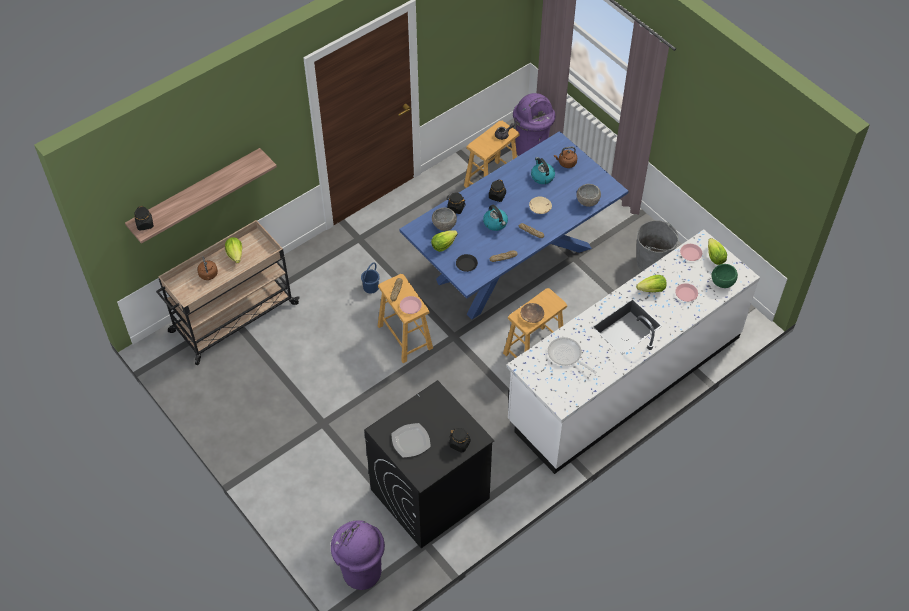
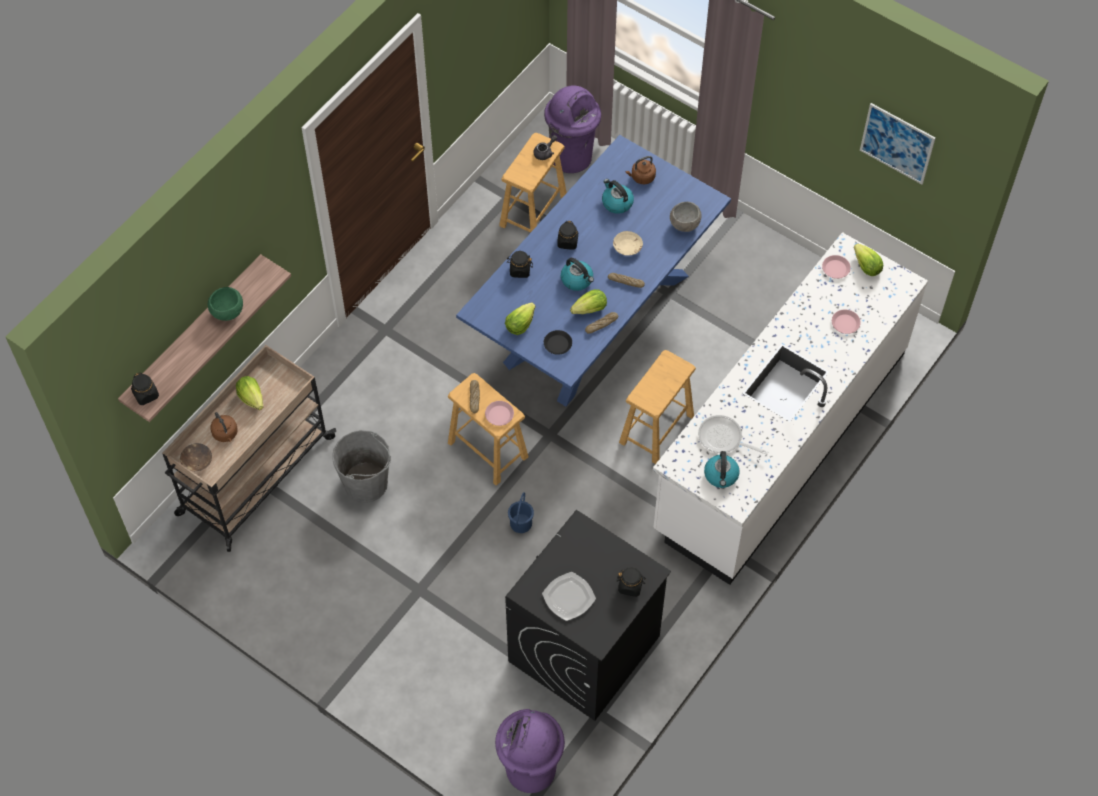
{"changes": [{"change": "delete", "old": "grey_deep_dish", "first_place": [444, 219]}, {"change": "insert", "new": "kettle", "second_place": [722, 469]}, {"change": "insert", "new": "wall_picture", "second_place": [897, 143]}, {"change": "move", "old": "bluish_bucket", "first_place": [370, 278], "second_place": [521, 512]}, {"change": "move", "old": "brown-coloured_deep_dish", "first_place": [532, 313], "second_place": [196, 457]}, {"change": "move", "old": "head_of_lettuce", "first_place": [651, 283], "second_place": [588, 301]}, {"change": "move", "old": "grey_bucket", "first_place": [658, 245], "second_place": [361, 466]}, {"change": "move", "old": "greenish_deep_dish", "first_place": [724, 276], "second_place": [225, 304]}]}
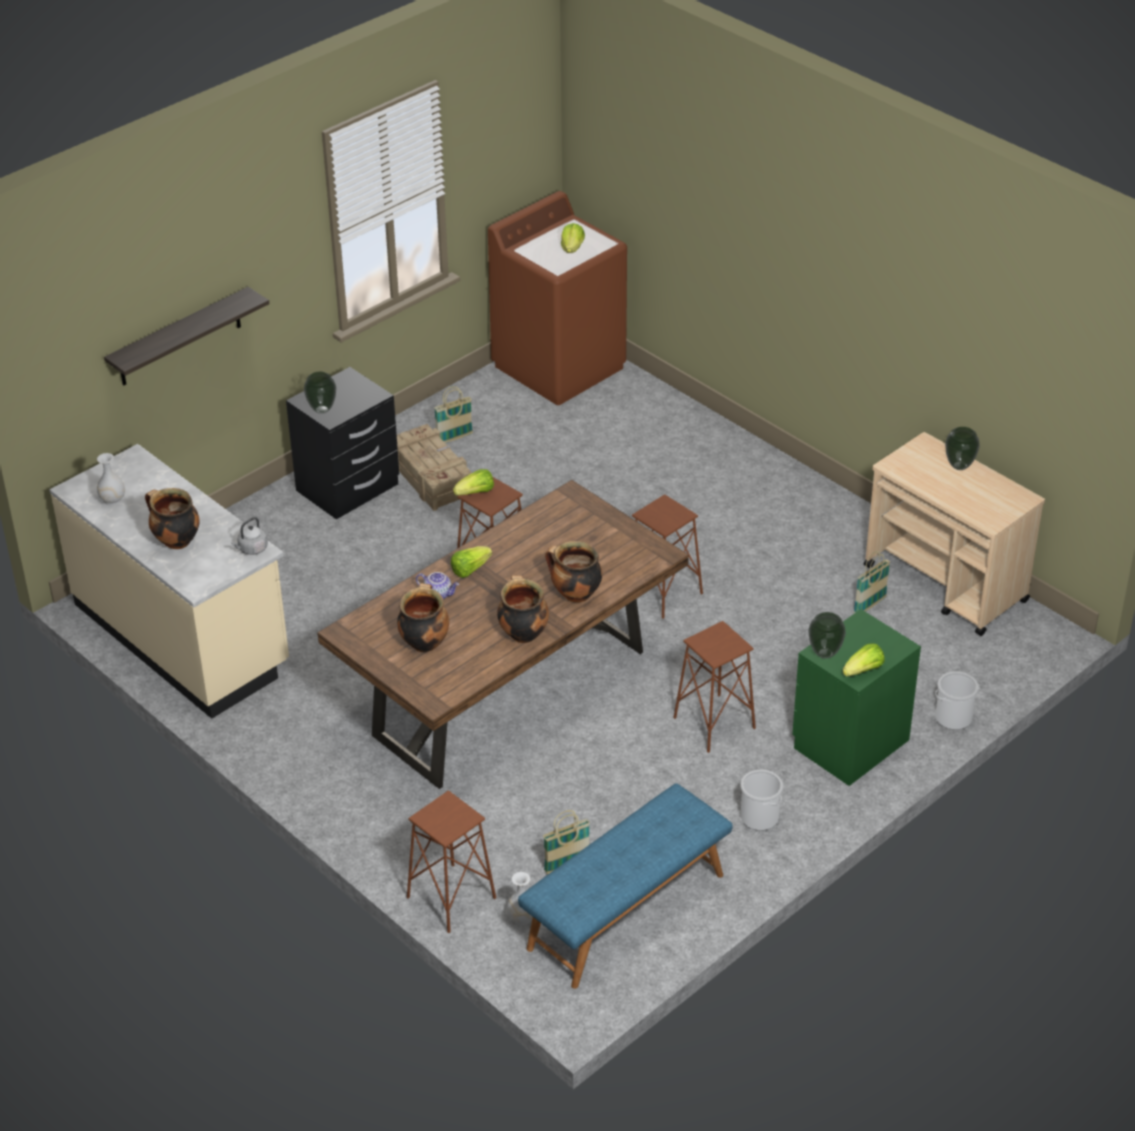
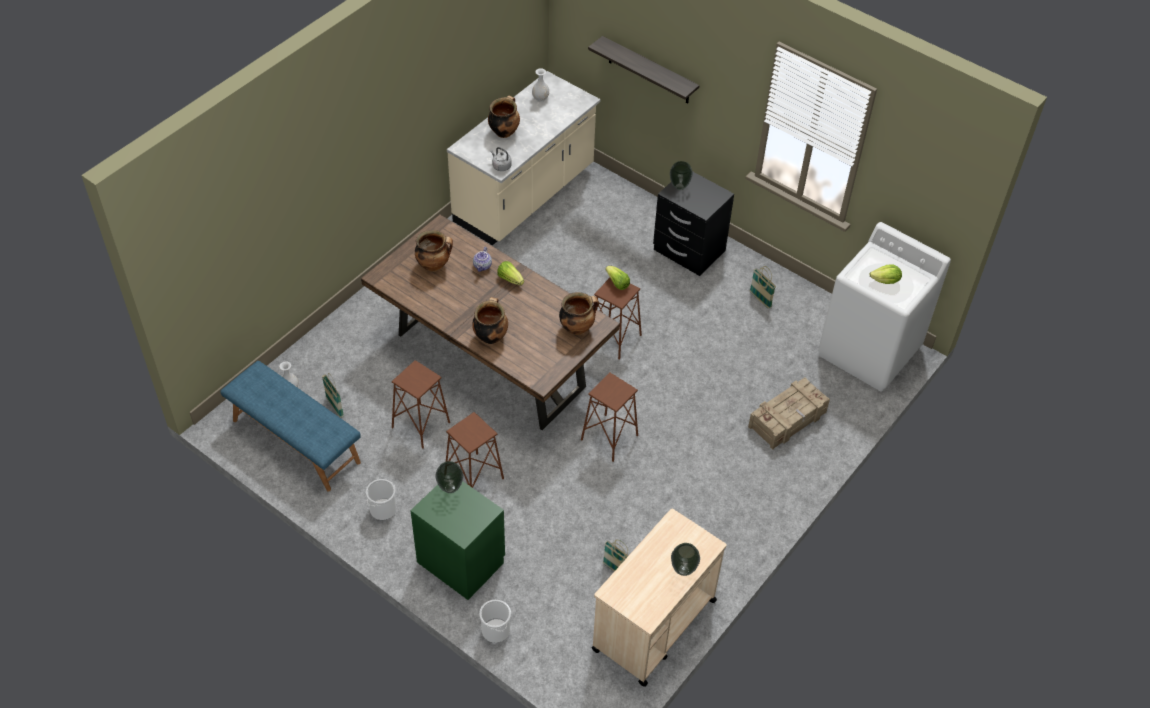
{"changes": [{"change": "delete", "old": "head_of_lettuce", "first_place": [864, 660]}, {"change": "move", "old": "shipping_crate", "first_place": [434, 467], "second_place": [789, 413]}, {"change": "move", "old": "brown-coloured_stool_seat", "first_place": [451, 861], "second_place": [421, 404]}, {"change": "move", "old": "stockpot", "first_place": [523, 609], "second_place": [579, 313]}, {"change": "recolor", "old": "brown-coloured_washing_machine", "new": "whitish_washing_machine", "first_place": [557, 298], "second_place": [884, 306]}]}
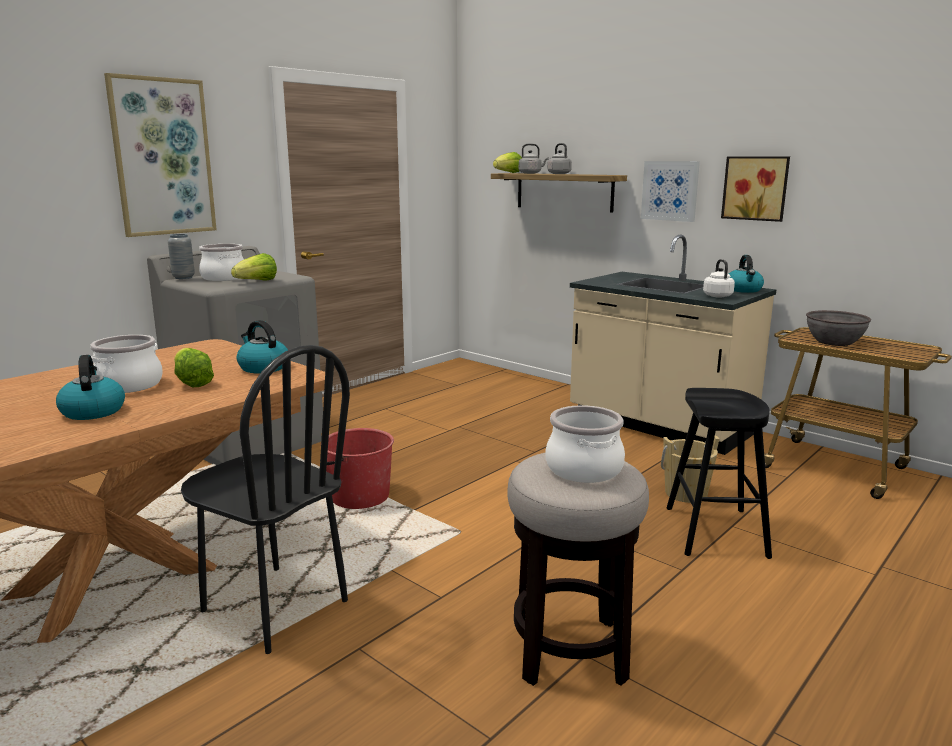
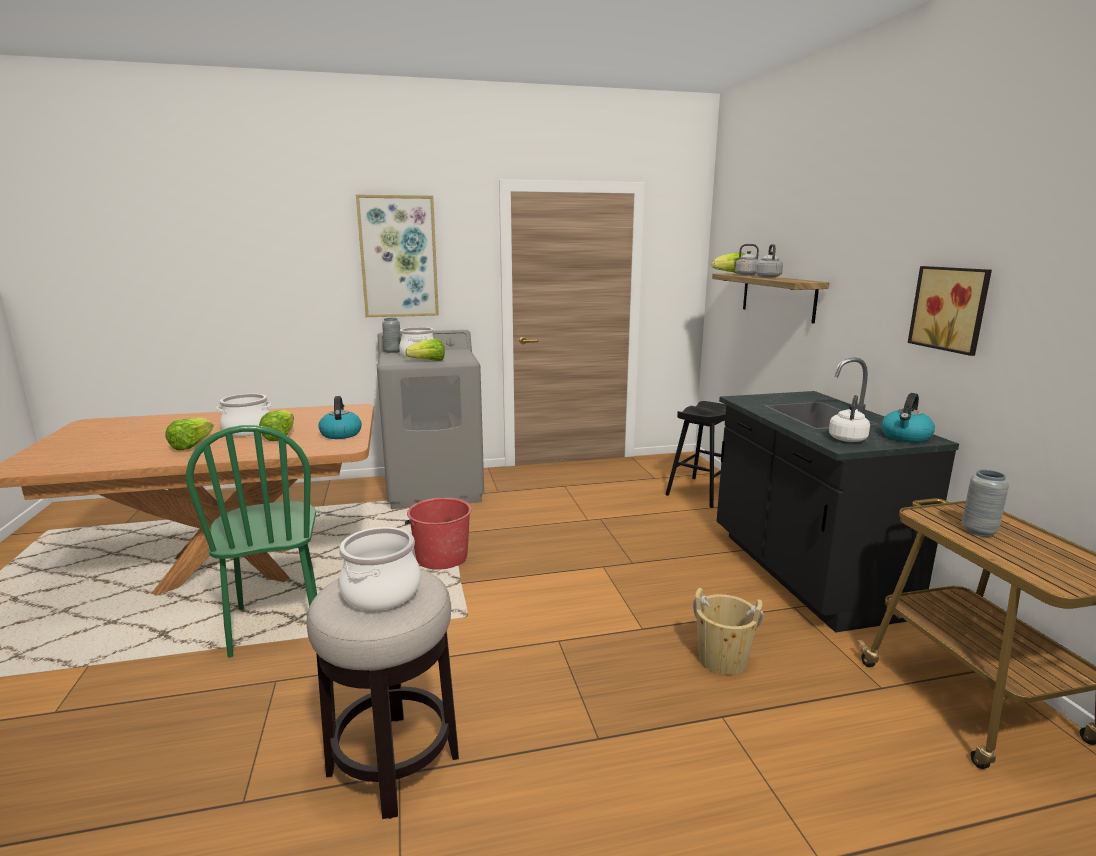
{"changes": [{"change": "delete", "old": "wall_picture", "first_place": [670, 191]}, {"change": "move", "old": "blackish_stool_seat", "first_place": [719, 473], "second_place": [696, 454]}, {"change": "replace", "old": "kettle", "new": "head_of_lettuce", "first_place": [90, 387], "second_place": [190, 434]}, {"change": "replace", "old": "grey_deep_dish", "new": "grey_flower_vase", "first_place": [838, 328], "second_place": [985, 503]}, {"change": "recolor", "old": "blackish_chair", "new": "greenish_chair", "first_place": [265, 499], "second_place": [251, 541]}, {"change": "recolor", "old": "beige-coloured_kitchen_base_unit", "new": "blackish_kitchen_base_unit", "first_place": [673, 344], "second_place": [838, 495]}]}
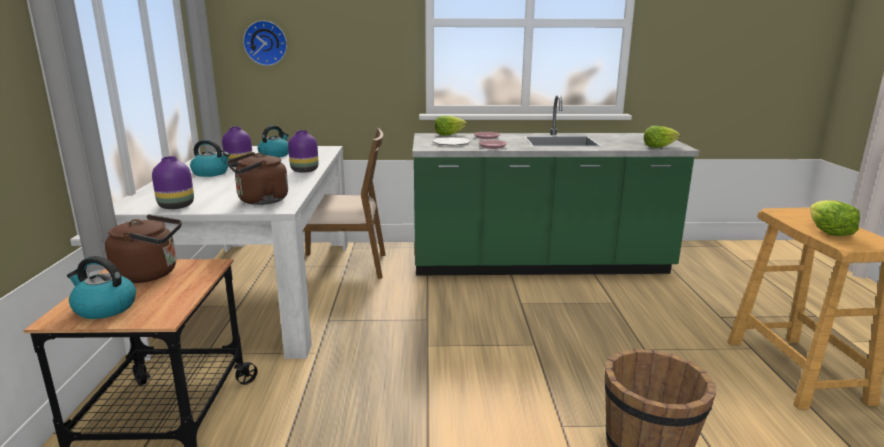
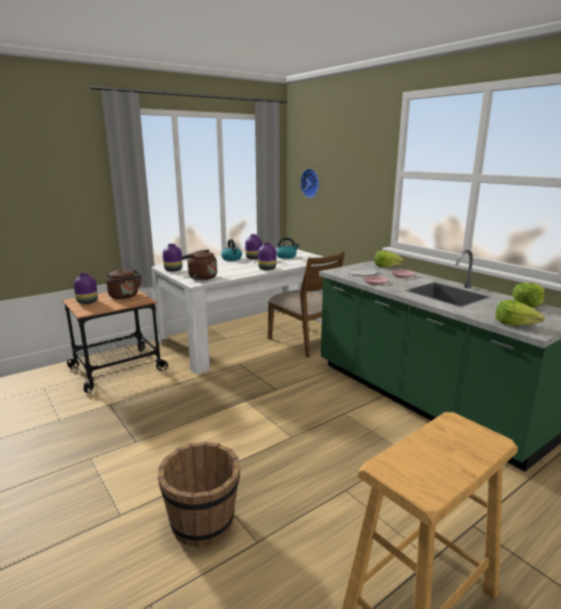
{"changes": [{"change": "move", "old": "head_of_lettuce", "first_place": [835, 218], "second_place": [528, 295]}, {"change": "replace", "old": "kettle", "new": "purplish_flower_vase", "first_place": [101, 287], "second_place": [86, 288]}]}
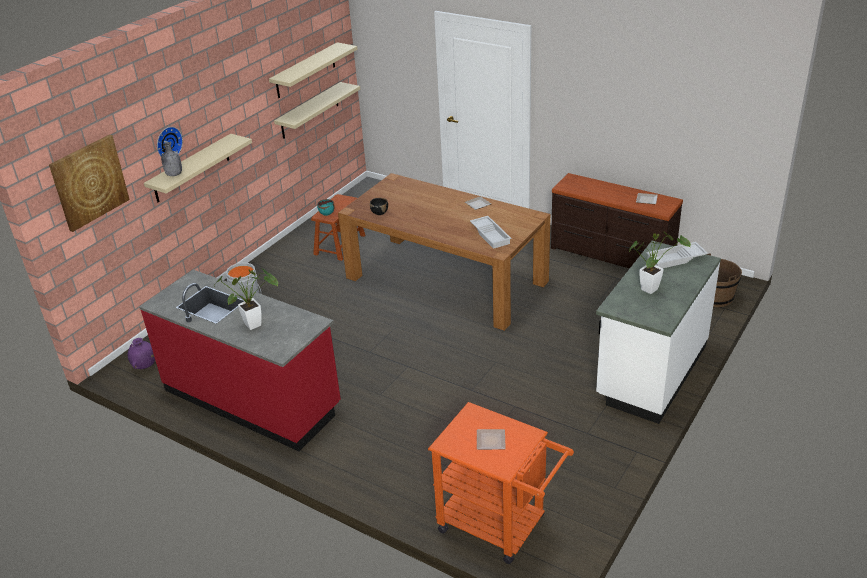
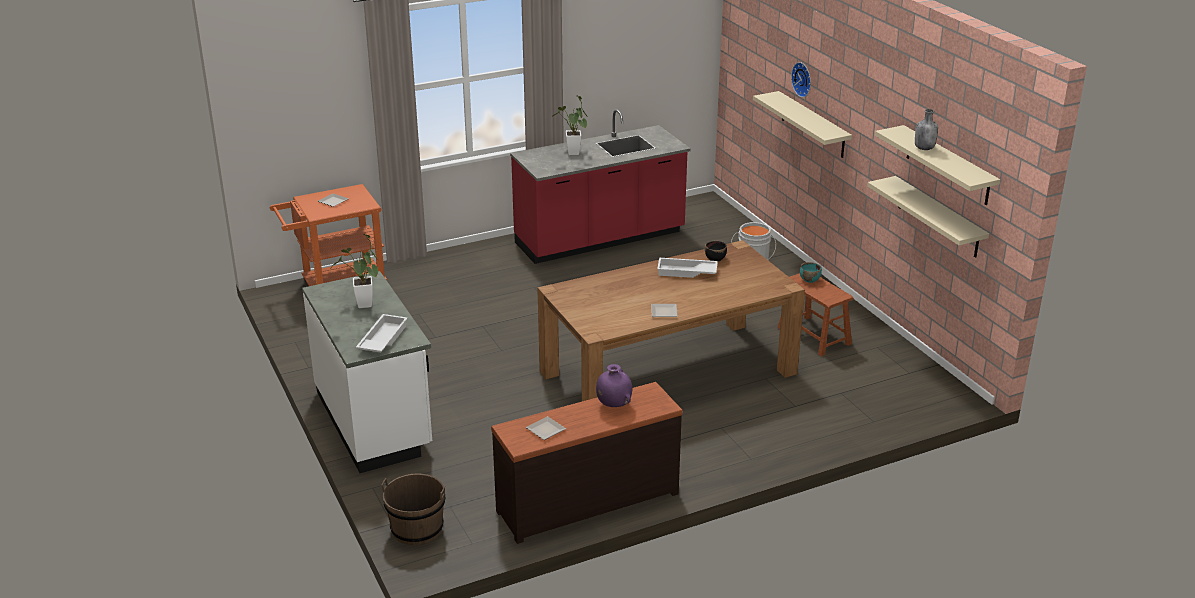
{"changes": [{"change": "delete", "old": "wall_picture", "first_place": [89, 183]}, {"change": "move", "old": "purplish_flower_vase", "first_place": [141, 353], "second_place": [614, 385]}, {"change": "move", "old": "grey_drink_bottle", "first_place": [171, 159], "second_place": [926, 129]}, {"change": "move", "old": "whitish_tray", "first_place": [490, 232], "second_place": [687, 268]}]}
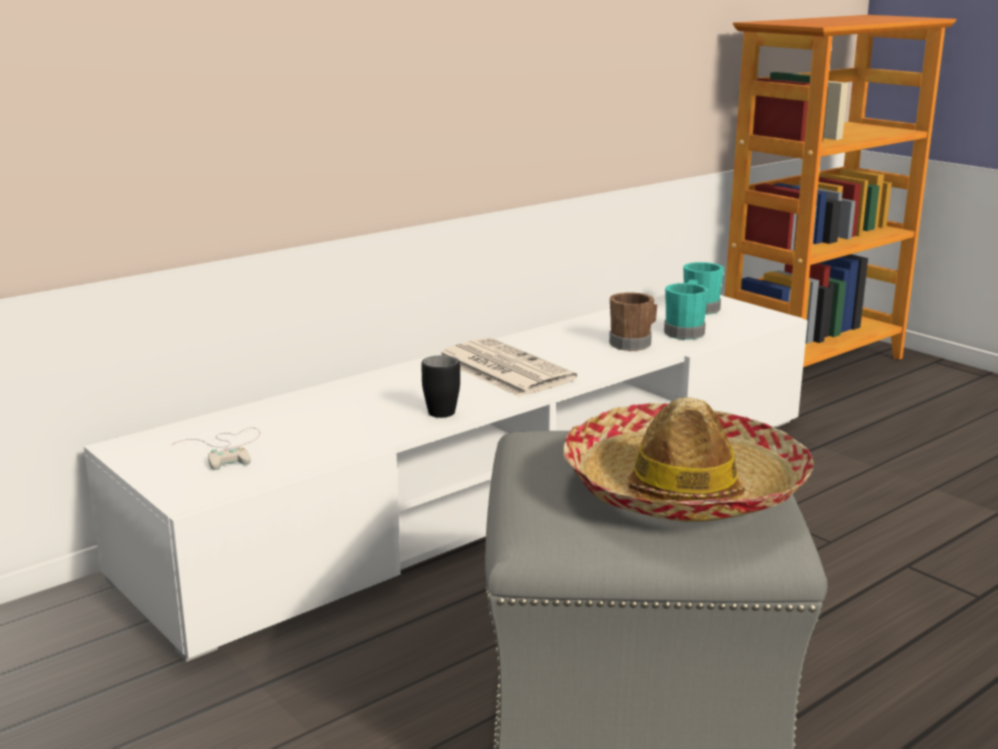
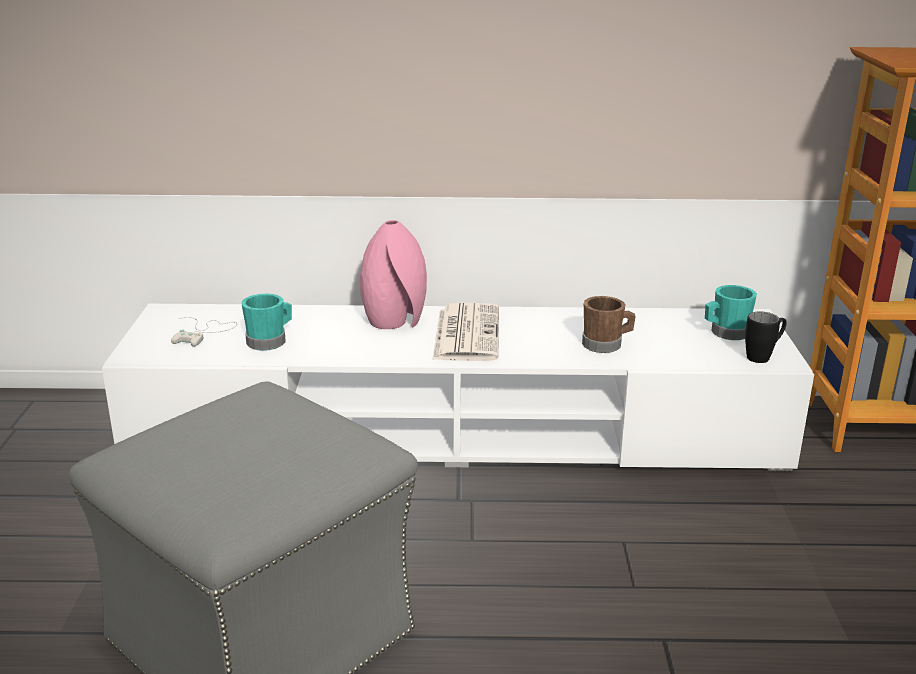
{"changes": [{"change": "delete", "old": "hat", "first_place": [688, 459]}, {"change": "insert", "new": "pink-coloured_flower_vase", "second_place": [393, 274]}, {"change": "move", "old": "blackish_mug", "first_place": [441, 386], "second_place": [766, 337]}, {"change": "move", "old": "turquoise-coloured_mug", "first_place": [686, 311], "second_place": [267, 322]}]}
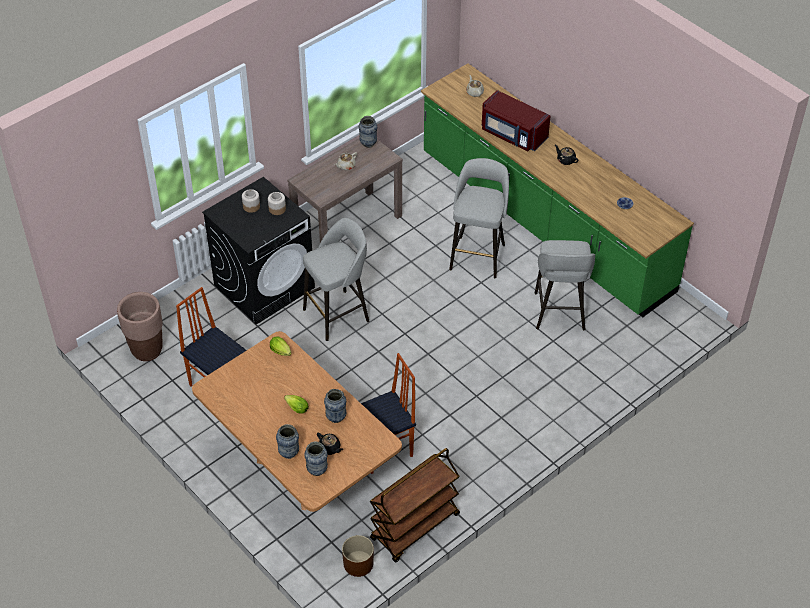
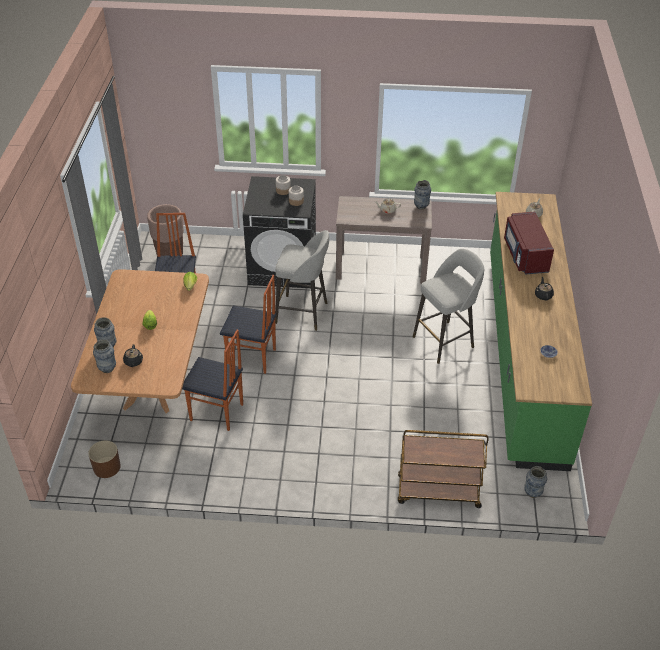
{"changes": [{"change": "delete", "old": "grey_stool_seat", "first_place": [565, 285]}, {"change": "insert", "new": "chair", "second_place": [248, 324]}, {"change": "move", "old": "flower_vase", "first_place": [335, 406], "second_place": [535, 482]}, {"change": "move", "old": "brown-coloured_trolley", "first_place": [415, 505], "second_place": [443, 469]}]}
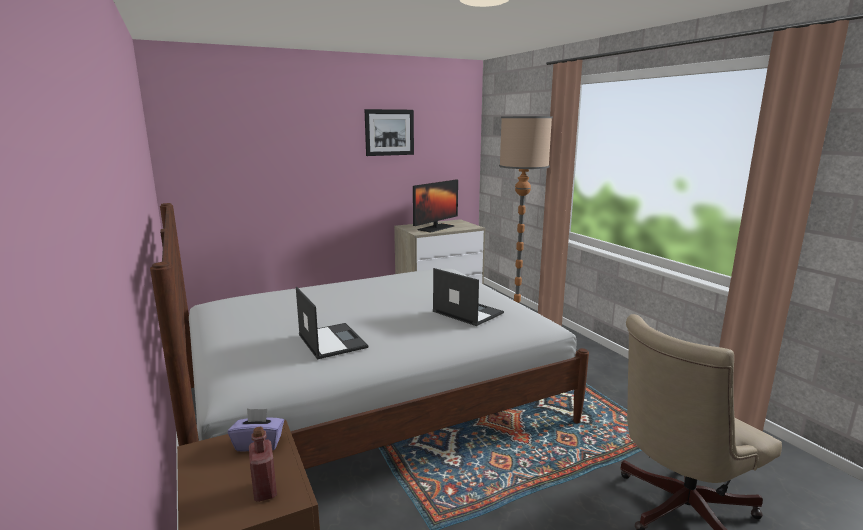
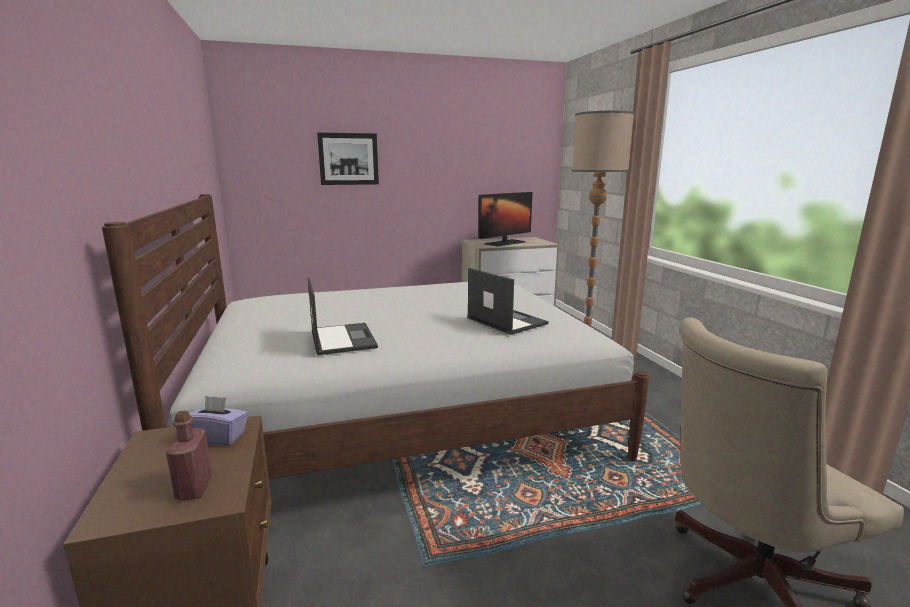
{"changes": [{"change": "move", "old": "wall_picture", "first_place": [389, 132], "second_place": [348, 159]}]}
